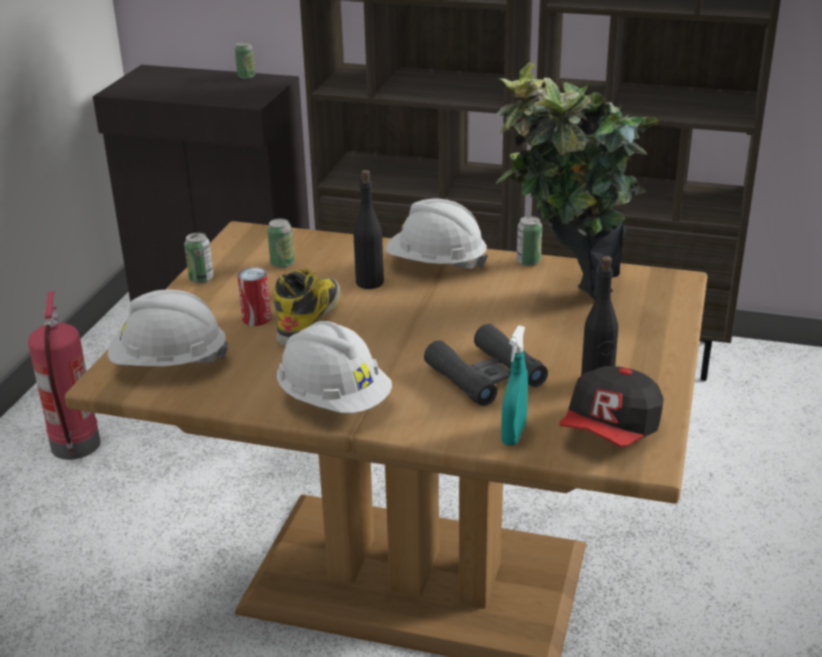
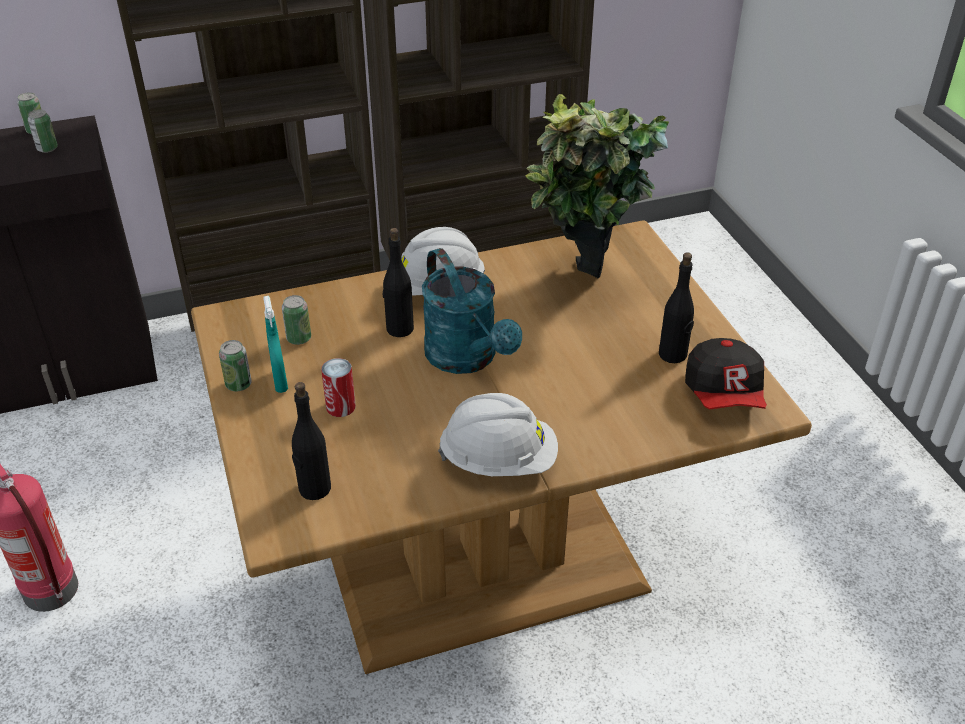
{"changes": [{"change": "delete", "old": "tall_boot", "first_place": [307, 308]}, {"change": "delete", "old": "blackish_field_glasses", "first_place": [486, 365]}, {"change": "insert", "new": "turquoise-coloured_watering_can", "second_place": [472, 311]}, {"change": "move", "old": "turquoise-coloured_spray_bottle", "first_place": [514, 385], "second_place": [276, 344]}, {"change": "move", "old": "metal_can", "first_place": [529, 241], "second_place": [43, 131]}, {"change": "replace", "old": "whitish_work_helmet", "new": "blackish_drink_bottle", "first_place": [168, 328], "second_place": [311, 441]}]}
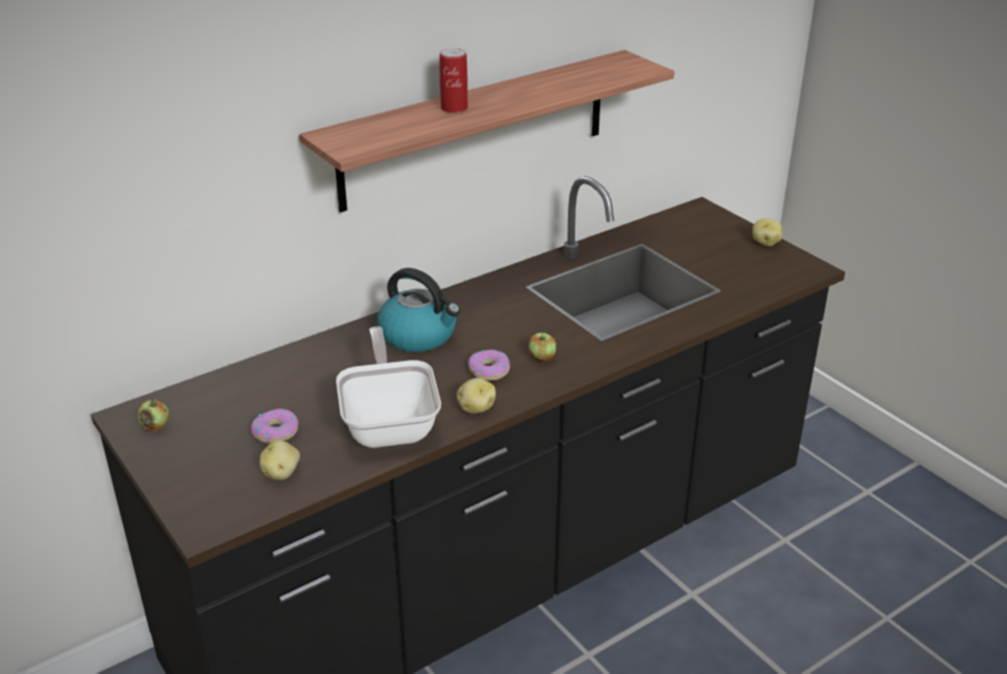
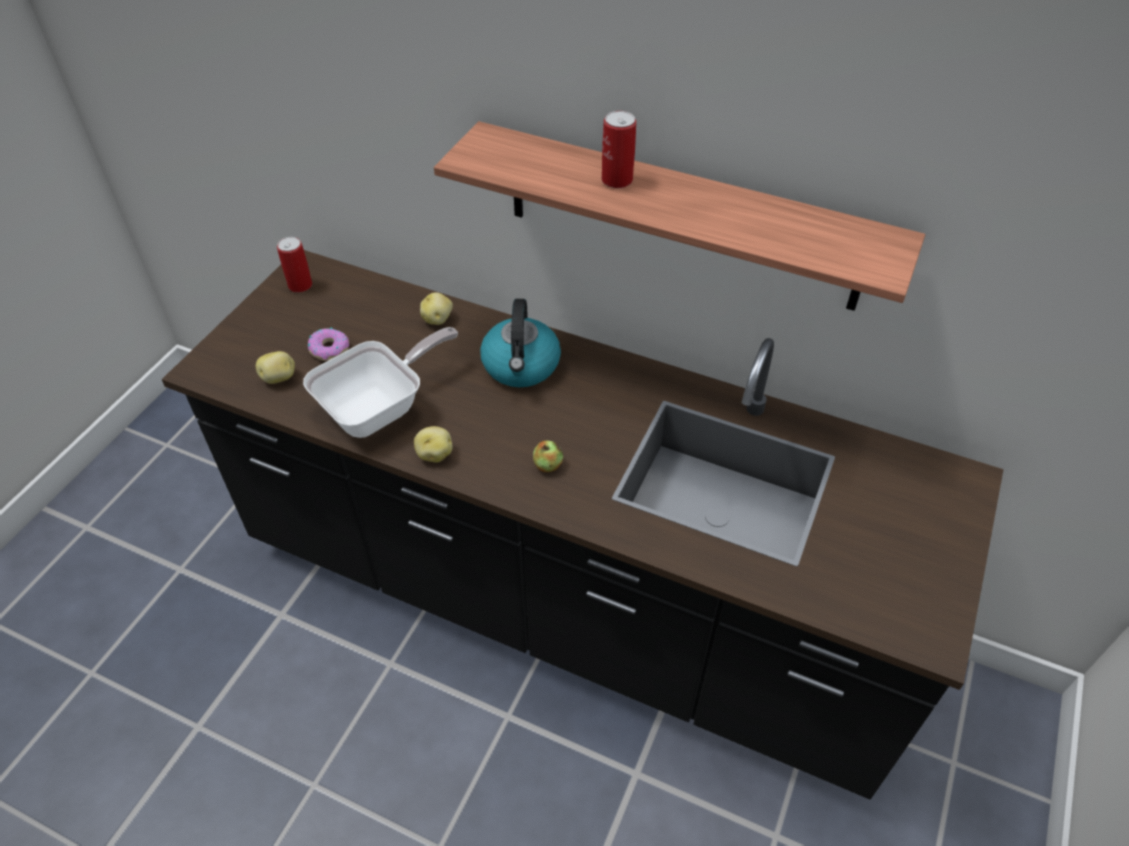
{"changes": [{"change": "delete", "old": "ring_doughnut", "first_place": [489, 365]}, {"change": "move", "old": "whole_potato", "first_place": [767, 232], "second_place": [436, 308]}, {"change": "replace", "old": "whole_apple", "new": "metal_can", "first_place": [153, 415], "second_place": [294, 265]}]}
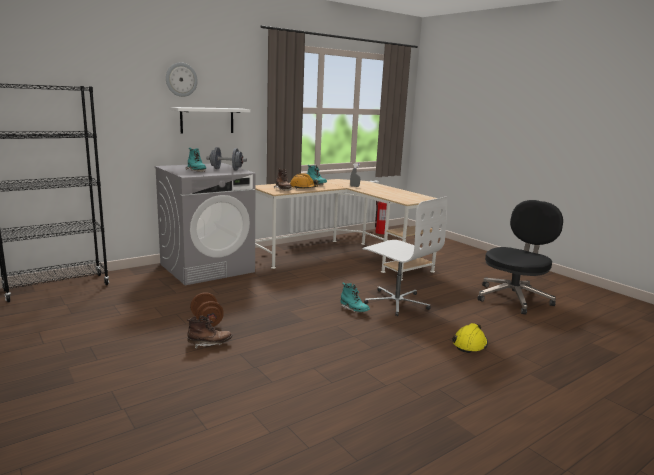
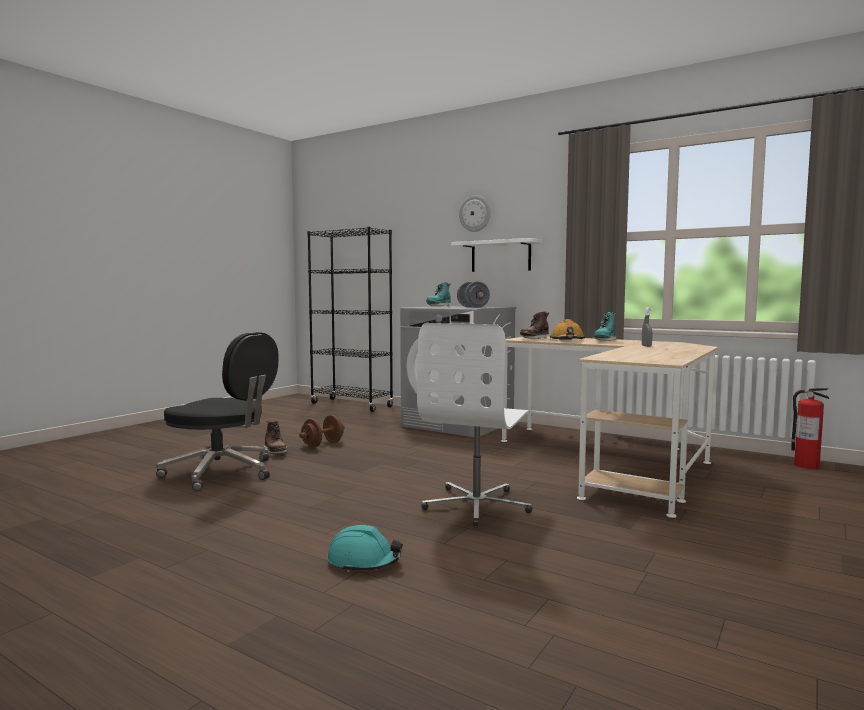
{"changes": [{"change": "delete", "old": "turquoise-coloured_tall_boot", "first_place": [355, 298]}, {"change": "move", "old": "blackish_desk_chair", "first_place": [520, 257], "second_place": [217, 411]}, {"change": "recolor", "old": "yellowish_work_helmet", "new": "turquoise-coloured_work_helmet", "first_place": [470, 338], "second_place": [365, 549]}]}
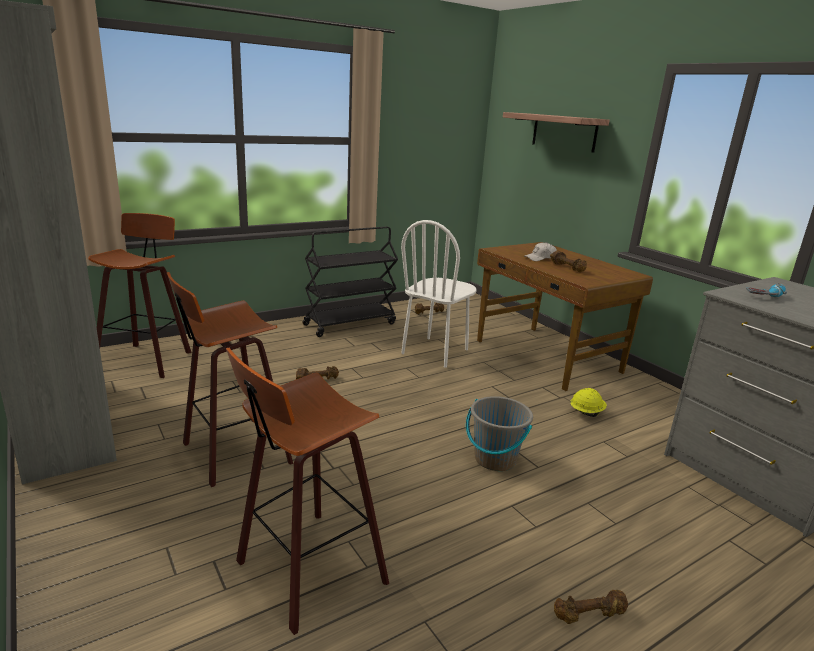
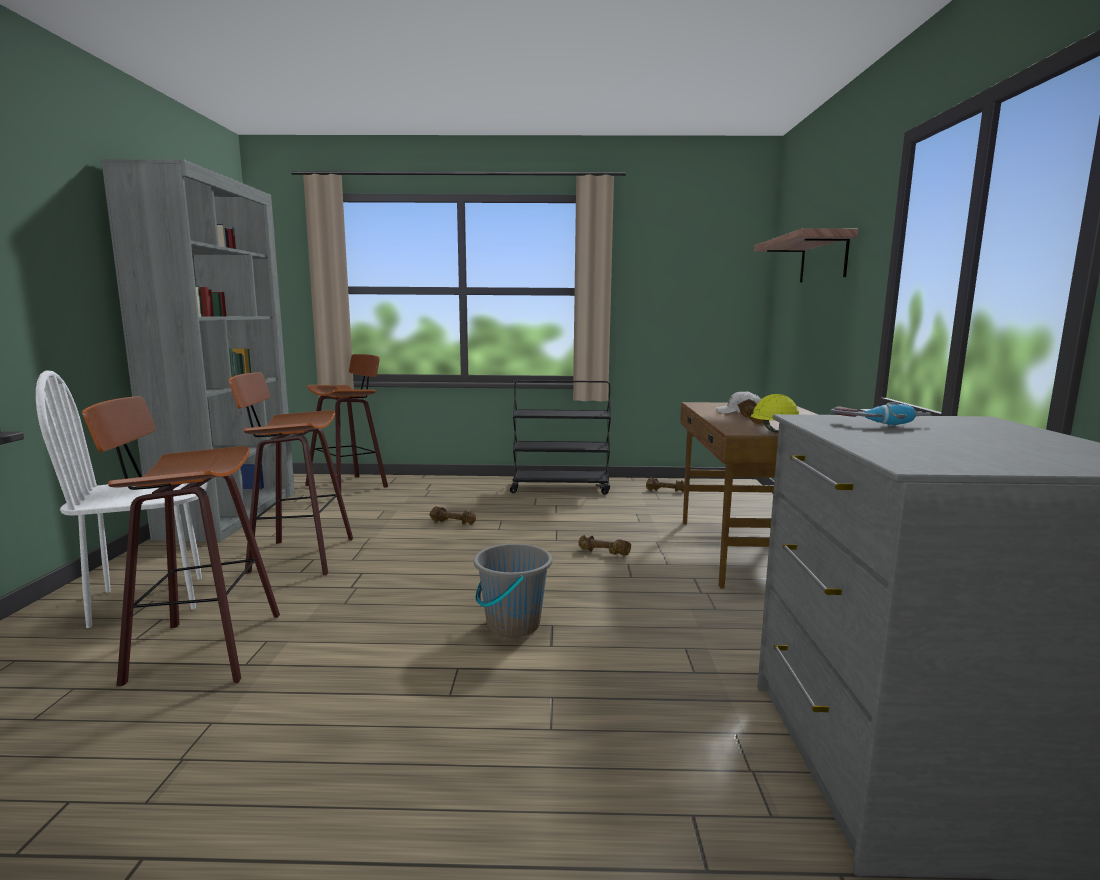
{"changes": [{"change": "move", "old": "whitish_chair", "first_place": [439, 294], "second_place": [121, 499]}, {"change": "move", "old": "brown-coloured_hand_weight", "first_place": [591, 607], "second_place": [604, 545]}, {"change": "move", "old": "yellowish_work_helmet", "first_place": [588, 402], "second_place": [775, 413]}]}
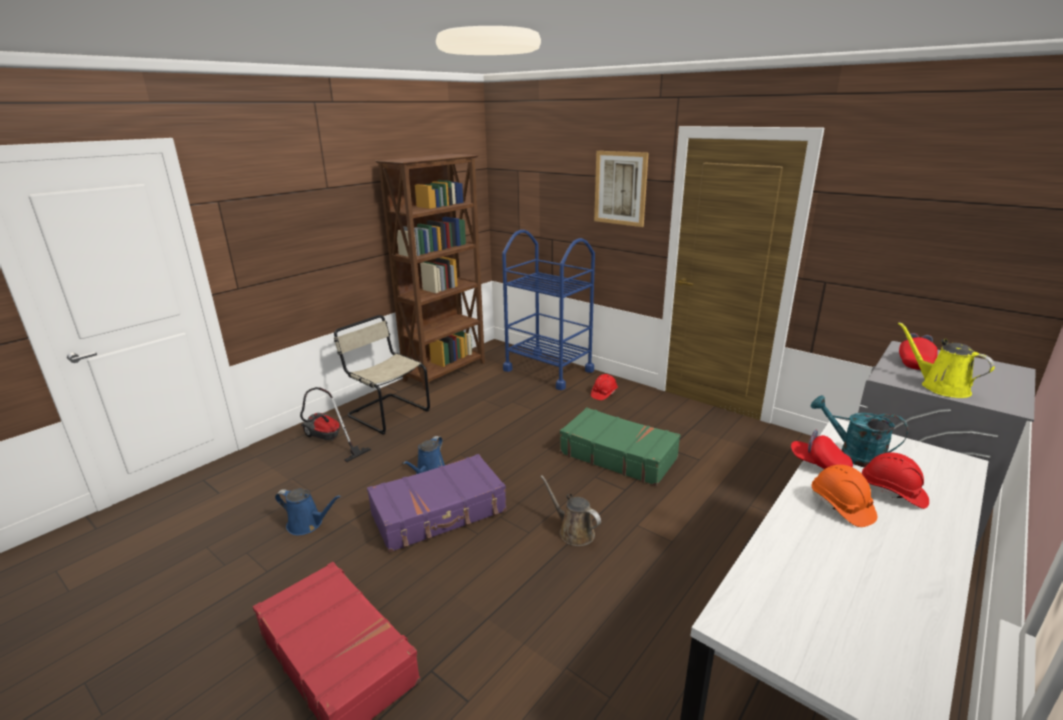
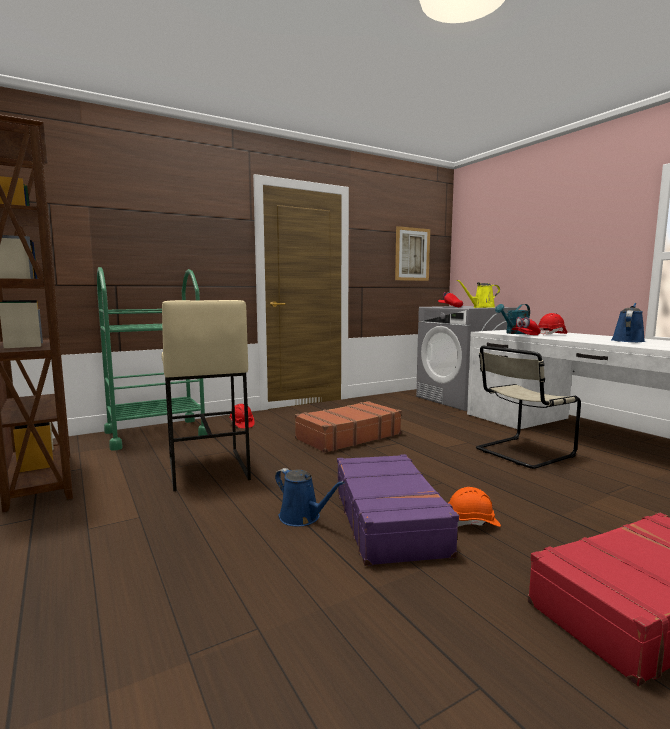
{"changes": [{"change": "delete", "old": "vacuum_cleaner", "first_place": [335, 424]}, {"change": "delete", "old": "brown-coloured_watering_can", "first_place": [570, 510]}, {"change": "insert", "new": "beige-coloured_stool_seat", "second_place": [206, 395]}, {"change": "move", "old": "bluish_watering_can", "first_place": [308, 511], "second_place": [628, 322]}, {"change": "move", "old": "beige-coloured_chair", "first_place": [382, 375], "second_place": [528, 407]}, {"change": "move", "old": "wall_picture", "first_place": [621, 189], "second_place": [412, 253]}, {"change": "move", "old": "orangey_work_helmet", "first_place": [844, 496], "second_place": [475, 507]}, {"change": "recolor", "old": "bluish_trolley", "new": "greenish_trolley", "first_place": [548, 310], "second_place": [152, 359]}, {"change": "recolor", "old": "greenish_piece_of_luggage", "new": "brown-coloured_piece_of_luggage", "first_place": [620, 446], "second_place": [348, 427]}]}
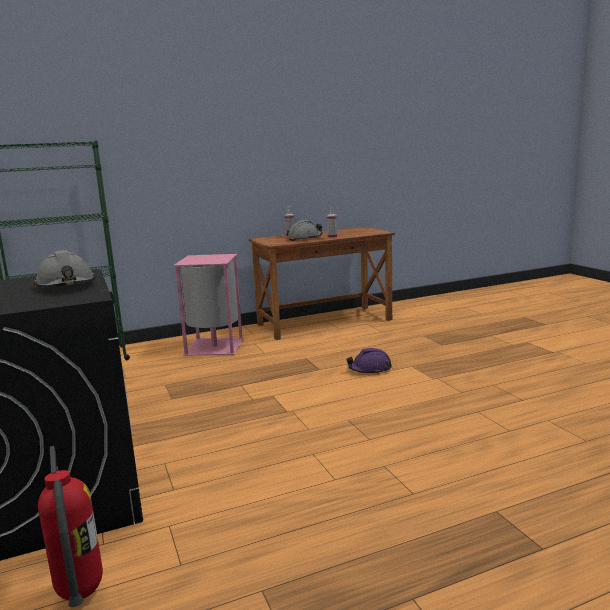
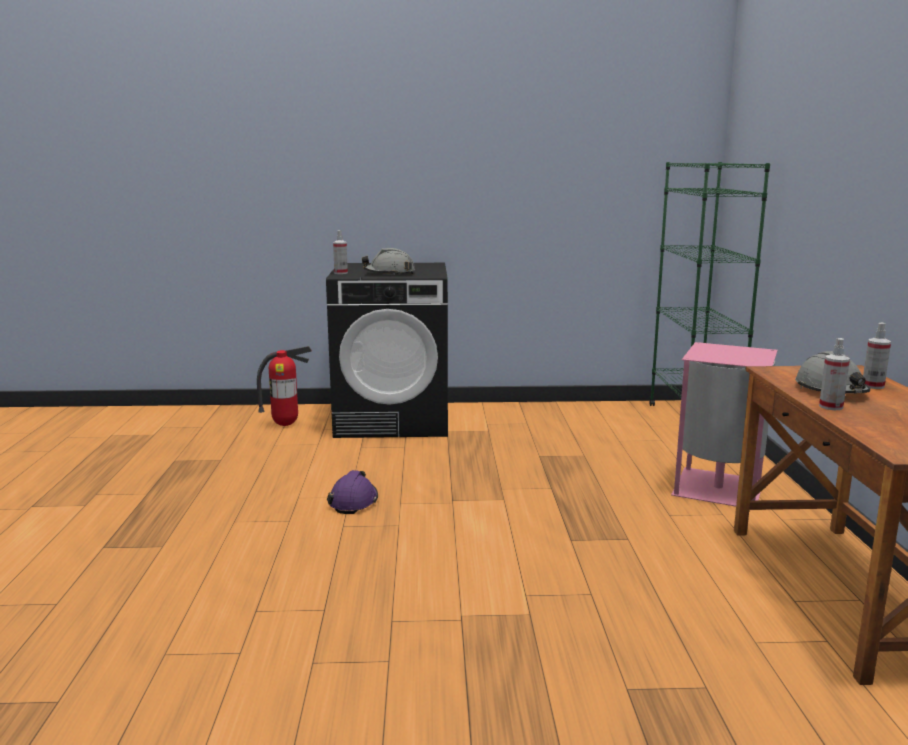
{"changes": [{"change": "insert", "new": "spray_bottle", "second_place": [340, 252]}, {"change": "move", "old": "purplish_work_helmet", "first_place": [369, 361], "second_place": [352, 492]}]}
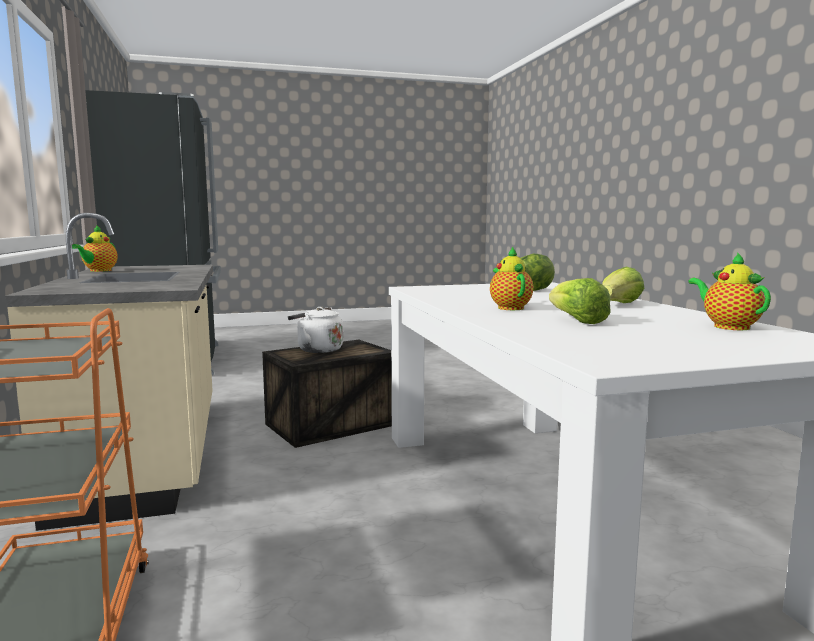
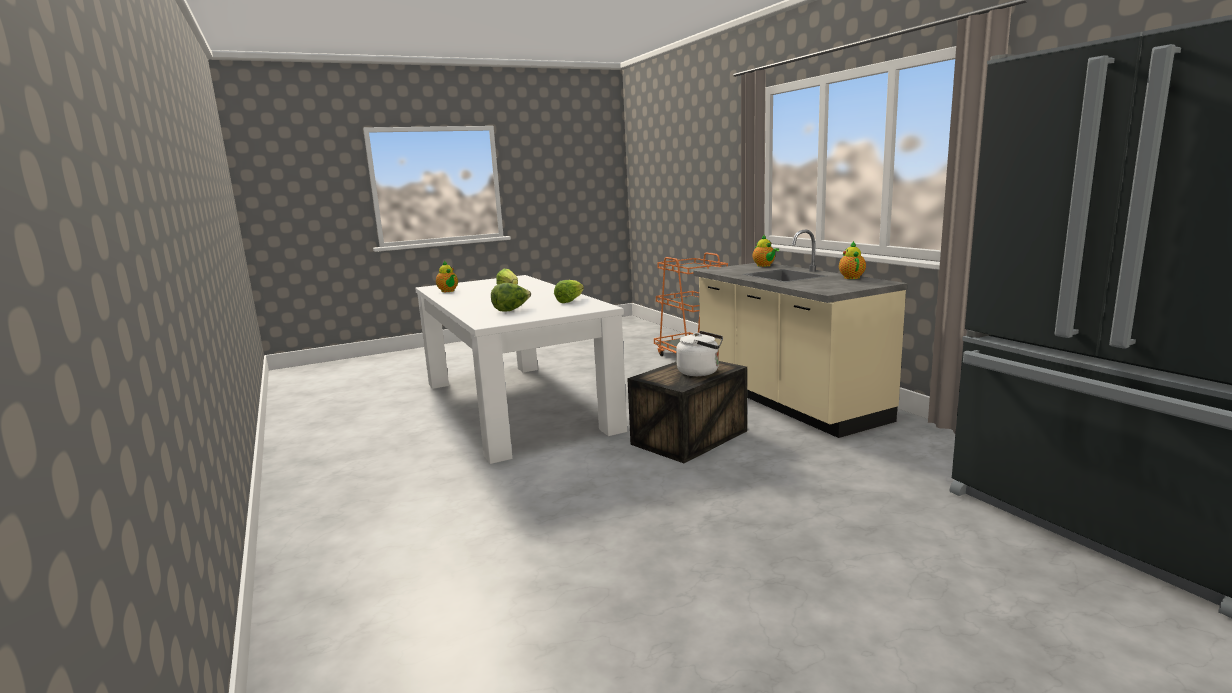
{"changes": [{"change": "move", "old": "tea_pot", "first_place": [511, 278], "second_place": [766, 251]}, {"change": "move", "old": "head_of_lettuce", "first_place": [623, 285], "second_place": [569, 291]}]}
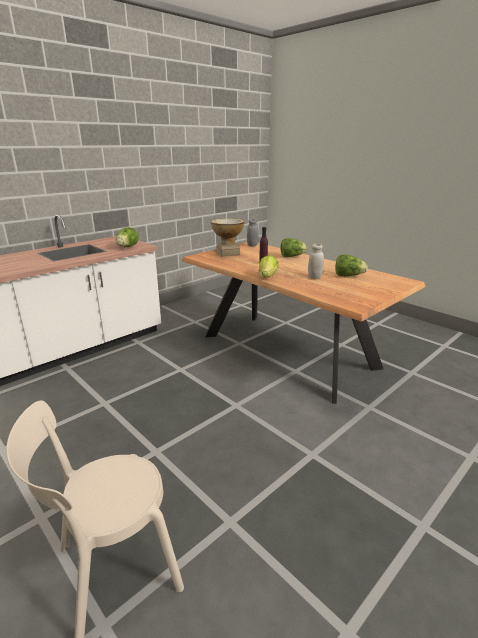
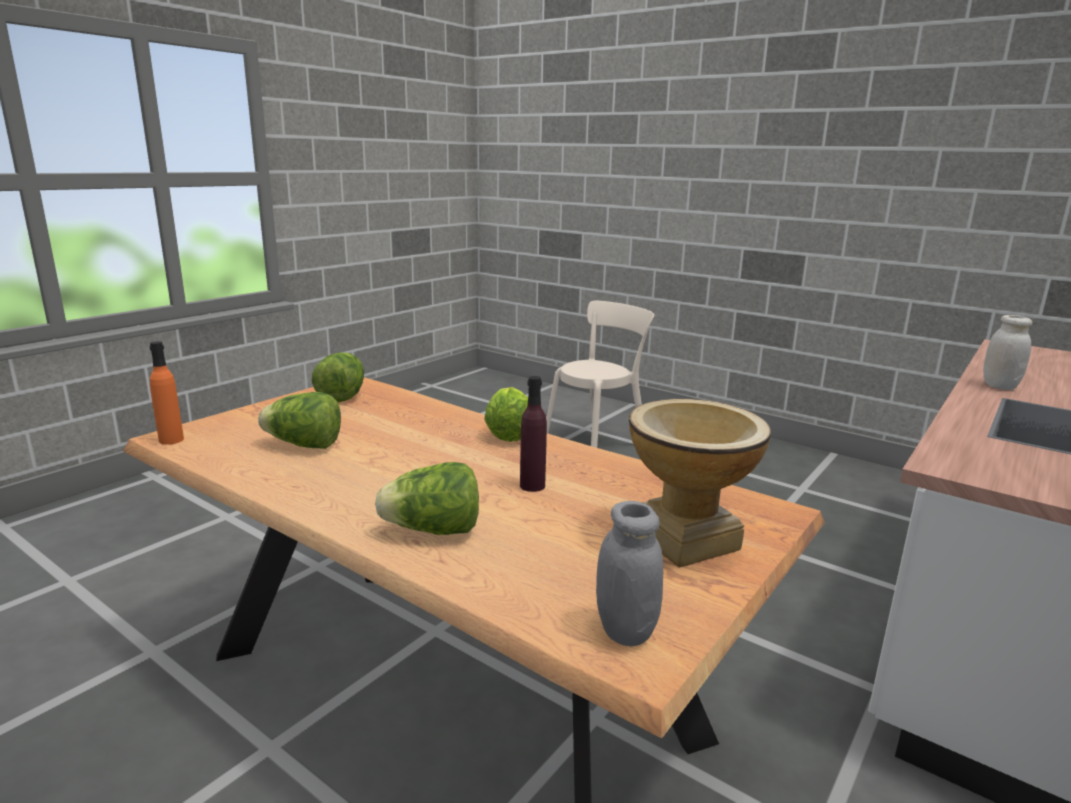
{"changes": [{"change": "insert", "new": "orangey_drink_bottle", "second_place": [166, 393]}, {"change": "move", "old": "head_of_lettuce", "first_place": [127, 237], "second_place": [338, 377]}, {"change": "move", "old": "whitish_preserve_jar", "first_place": [316, 261], "second_place": [1007, 352]}]}
